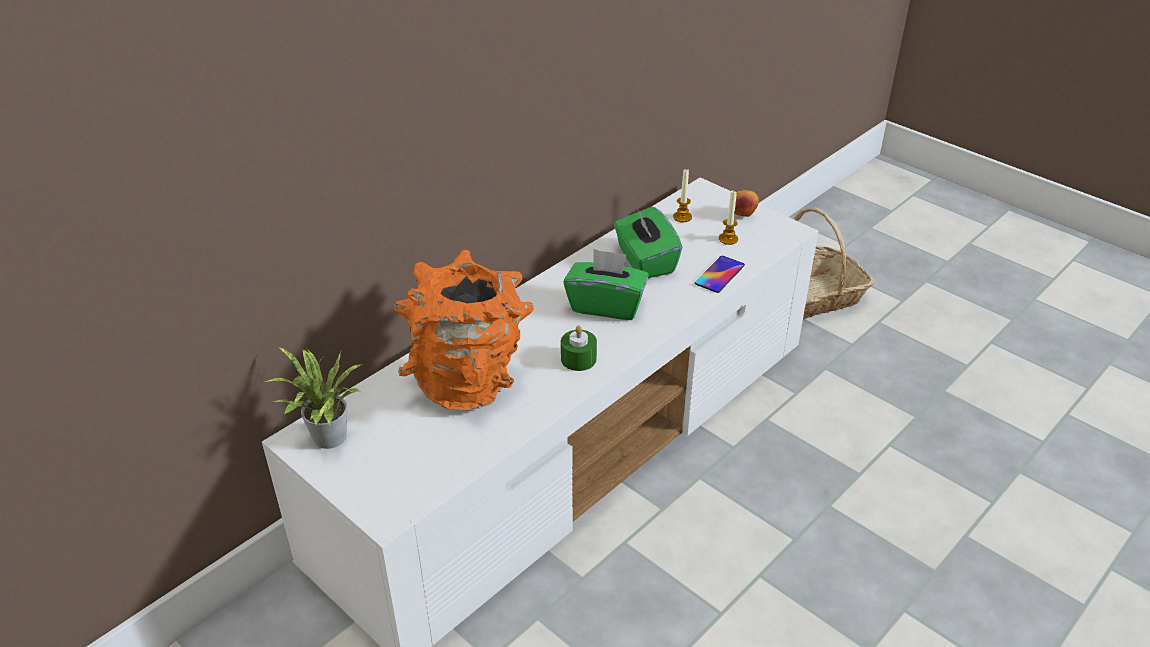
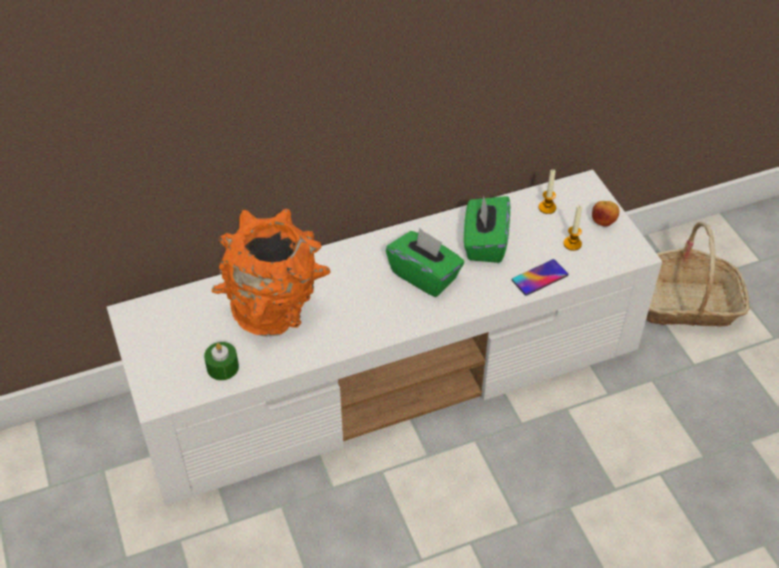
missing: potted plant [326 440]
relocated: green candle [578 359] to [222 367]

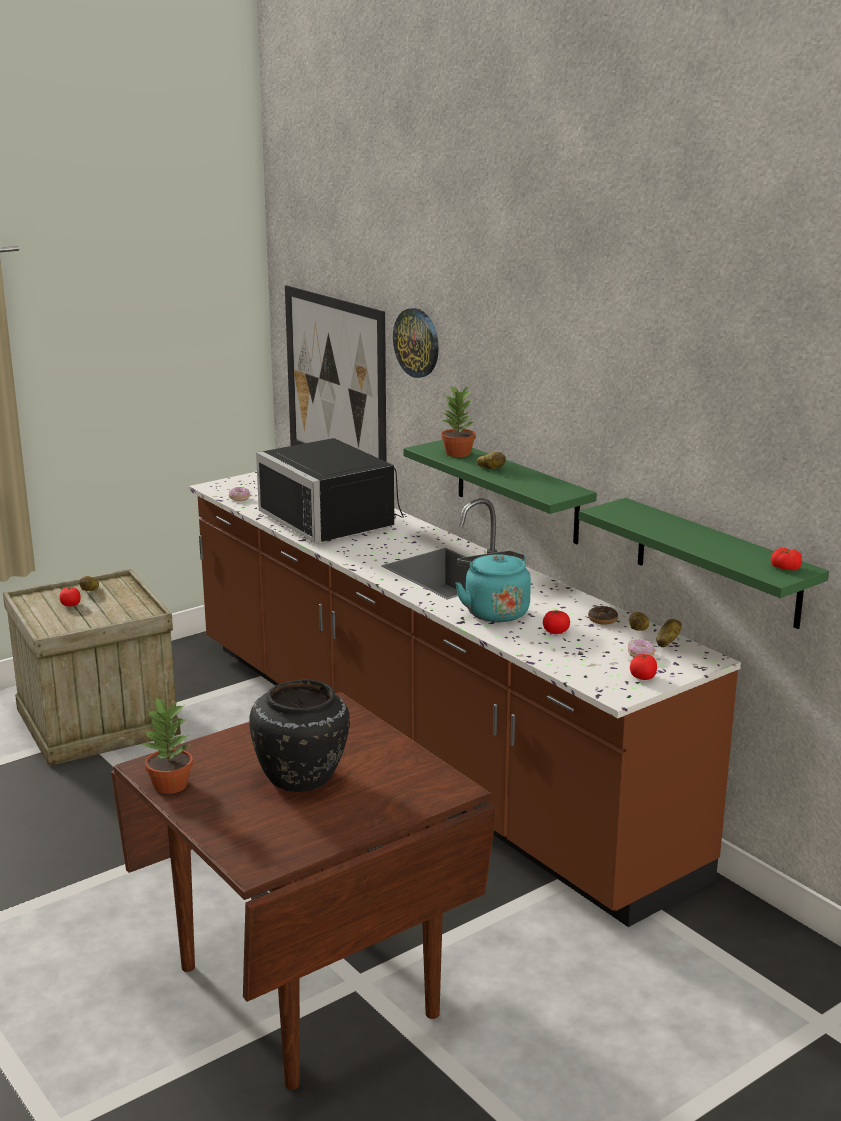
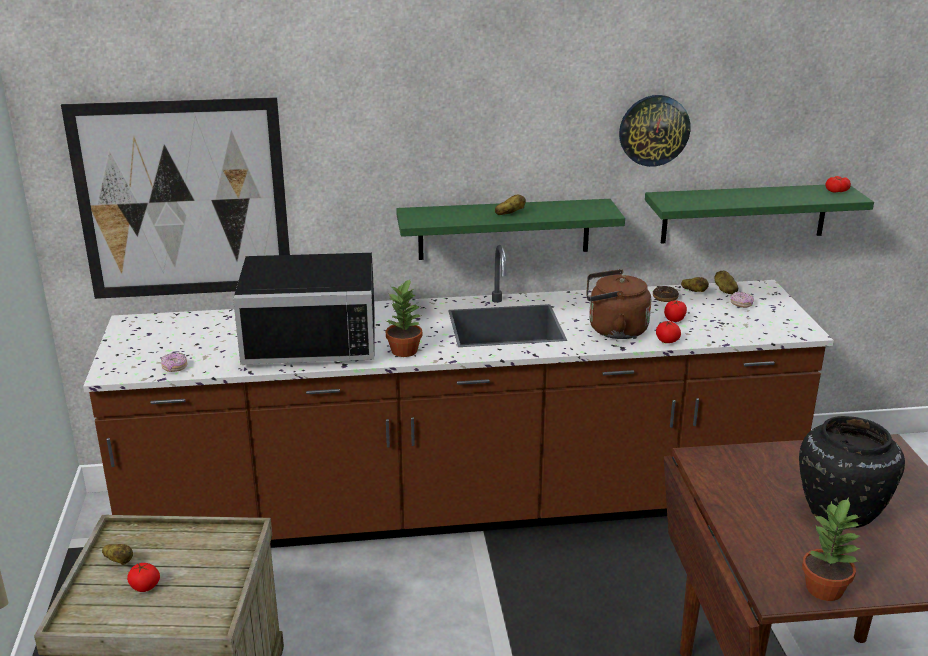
relocated: wall clock [417 342] to [654 130]; potted plant [458 453] to [405 351]; tomato [642 677] to [667 341]
colour: turquoise kettle [494 612] to brown kettle [613 330]

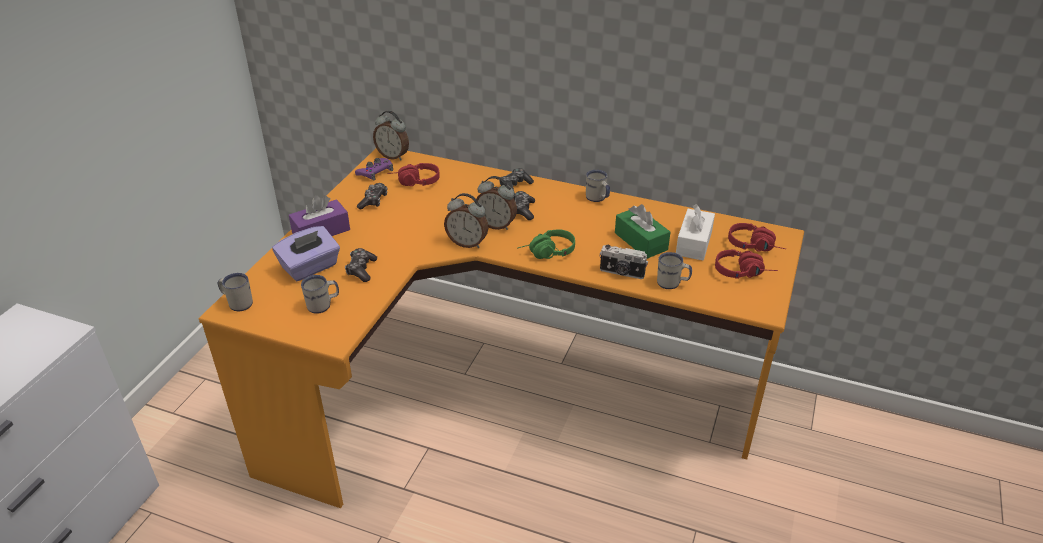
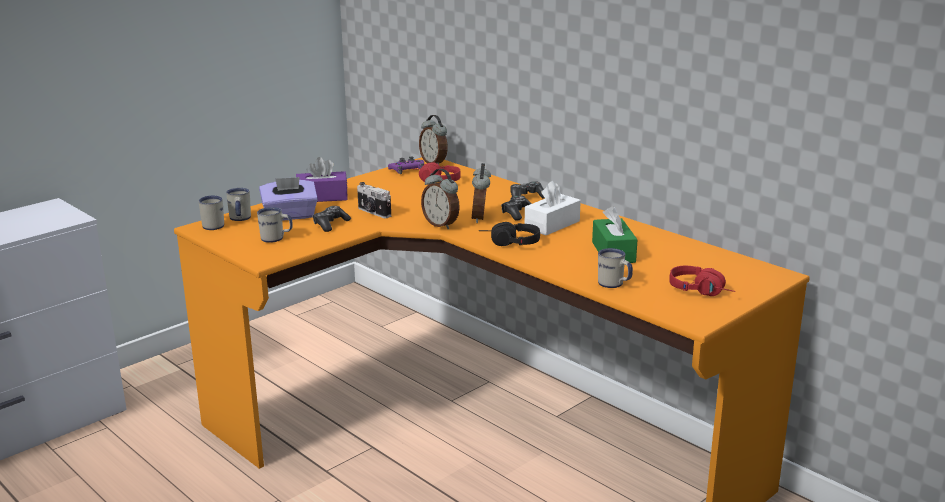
missing: game controller [373 201]; red headphones [755 246]
relocated: white mug [597 199] to [239 219]; photo camera [621 273] to [373 212]; white tissue box [693 243] to [552 225]
colour: green headphones [547 253] to black headphones [509 243]
spun: alarm clock [496 225] = [481 218] 45 degrees clockwise

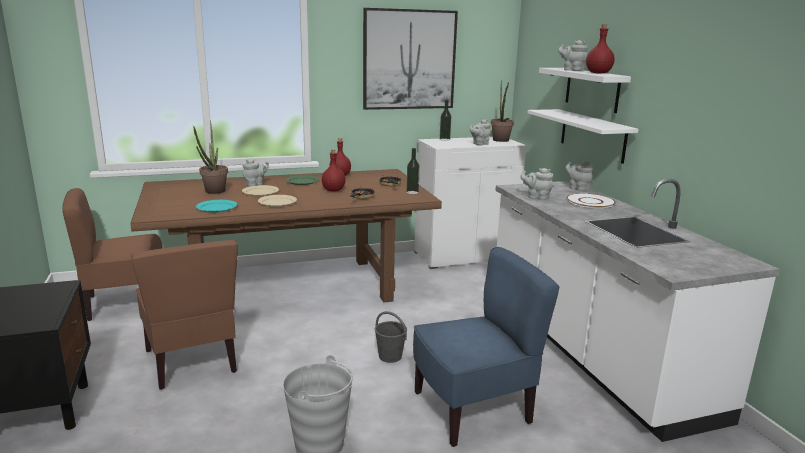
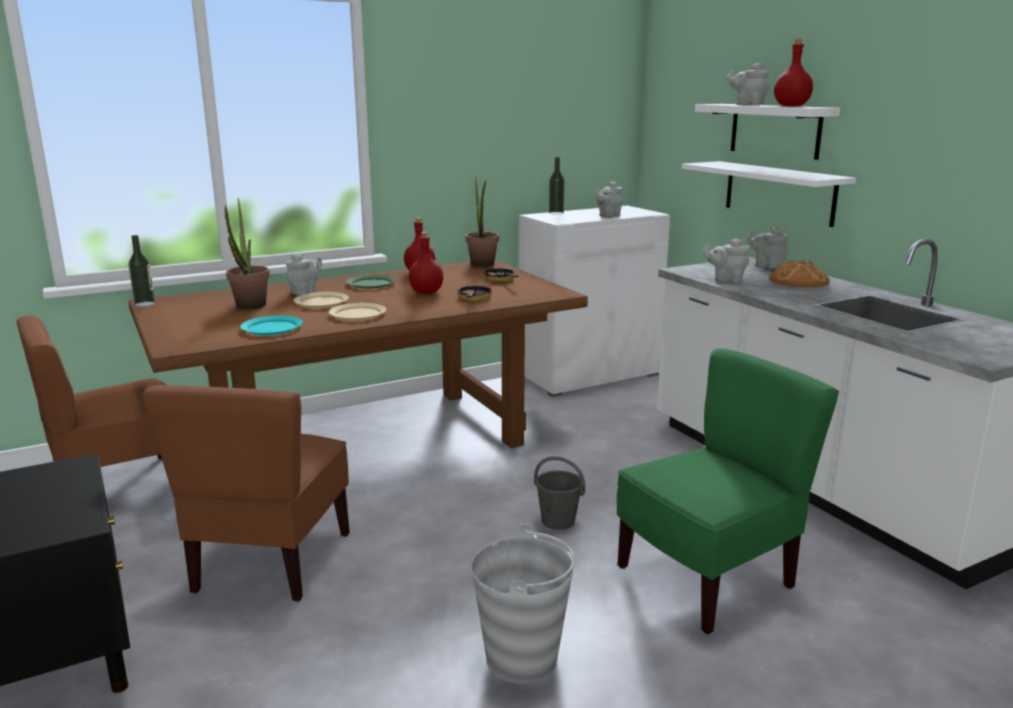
missing: picture [409 60]
relocated: bottle [412 192] to [145 304]; potted plant [501 141] to [483 265]
exchanged: white plate [590 202] to bread [798 281]
colour: blue chair [473 409] to green chair [707 579]
spun: brown chair [192 361] = [270 562] 45 degrees clockwise

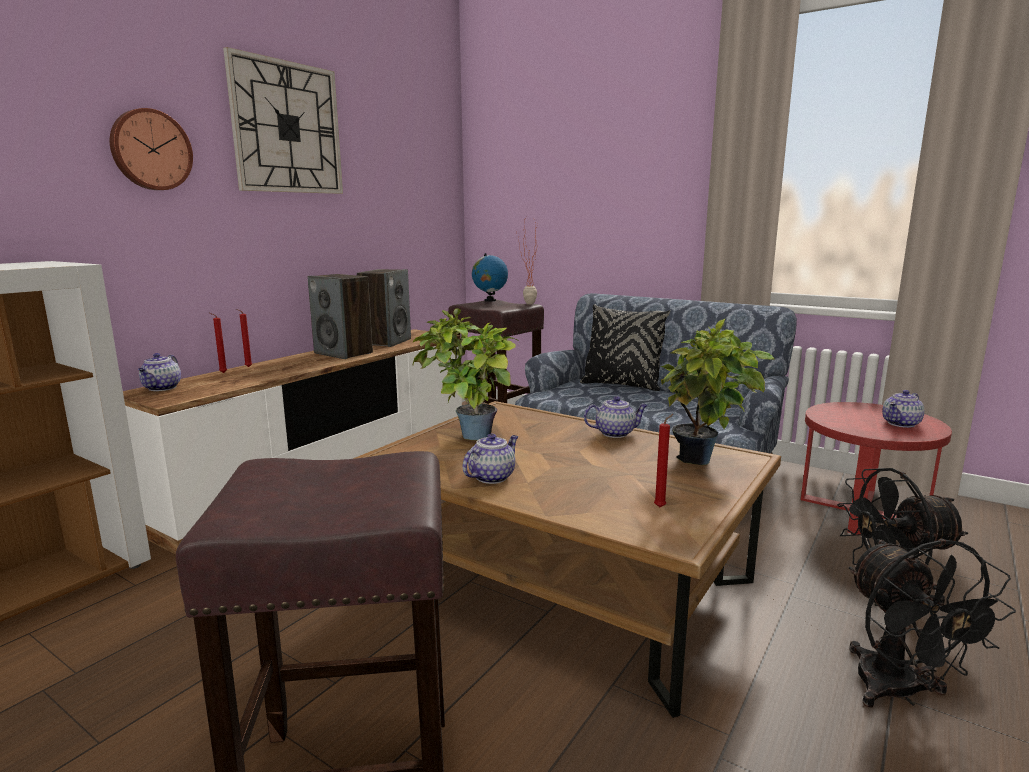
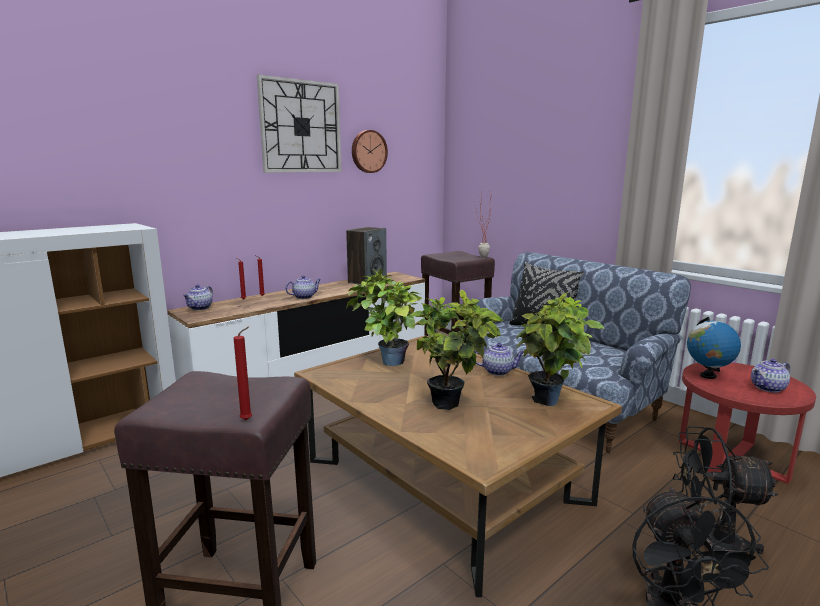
missing: speaker [344 353]
appeared: potted plant [453 404]
relocated: wall clock [150 150] to [368 151]; teapot [492 477] to [304 297]; globe [490 300] to [707 376]; red candle [661 507] to [248 420]

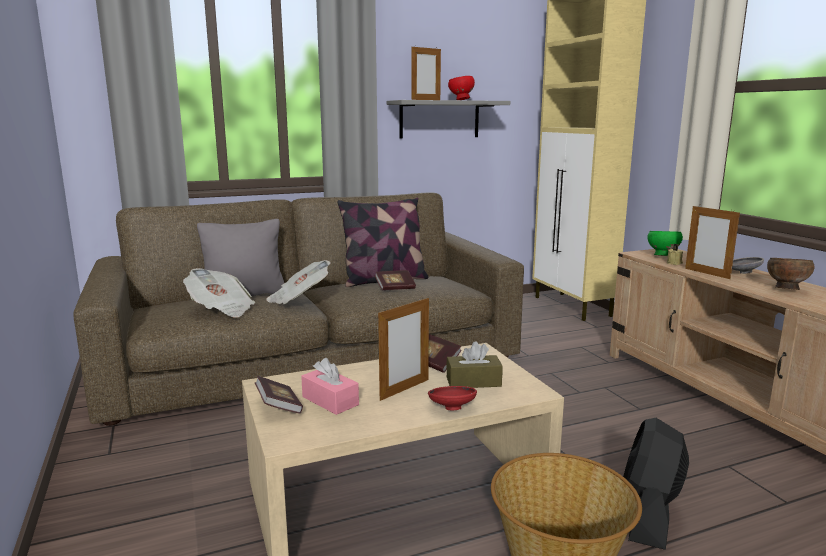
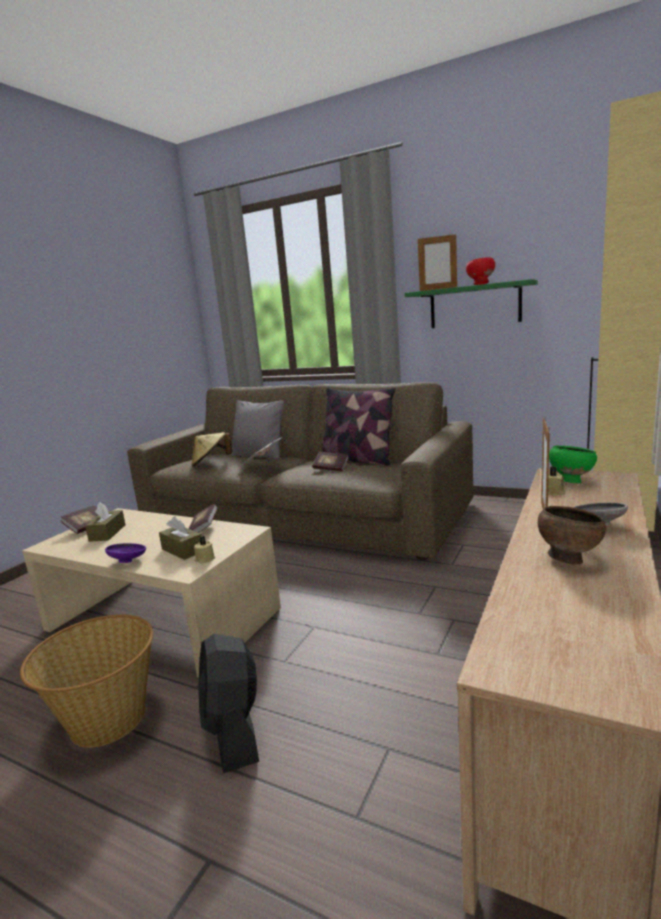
missing: picture frame [404 389]
appeared: beige candle [204 559]
exchanged: newspaper [221 309] to beige hat [211 463]
colour: pink tissue box [330 401] to brown tissue box [107 533]; grey shelf [439 119] to green shelf [474 306]; red bowl [452 407] to purple bowl [129 561]
spun: black fan [648 515] = [233 730] 90 degrees counterclockwise

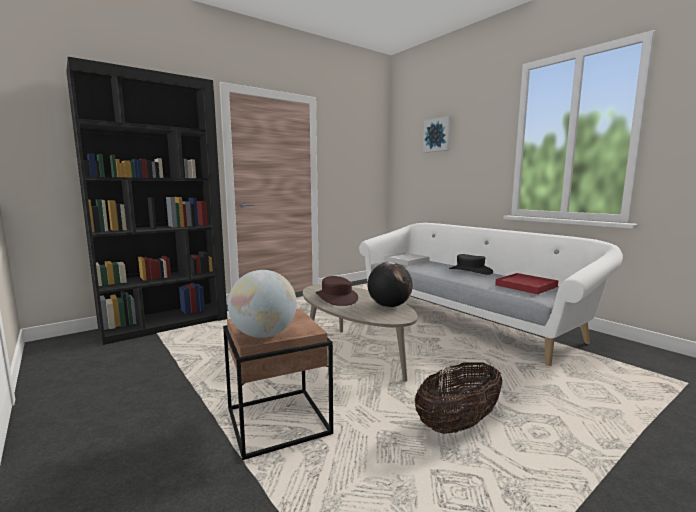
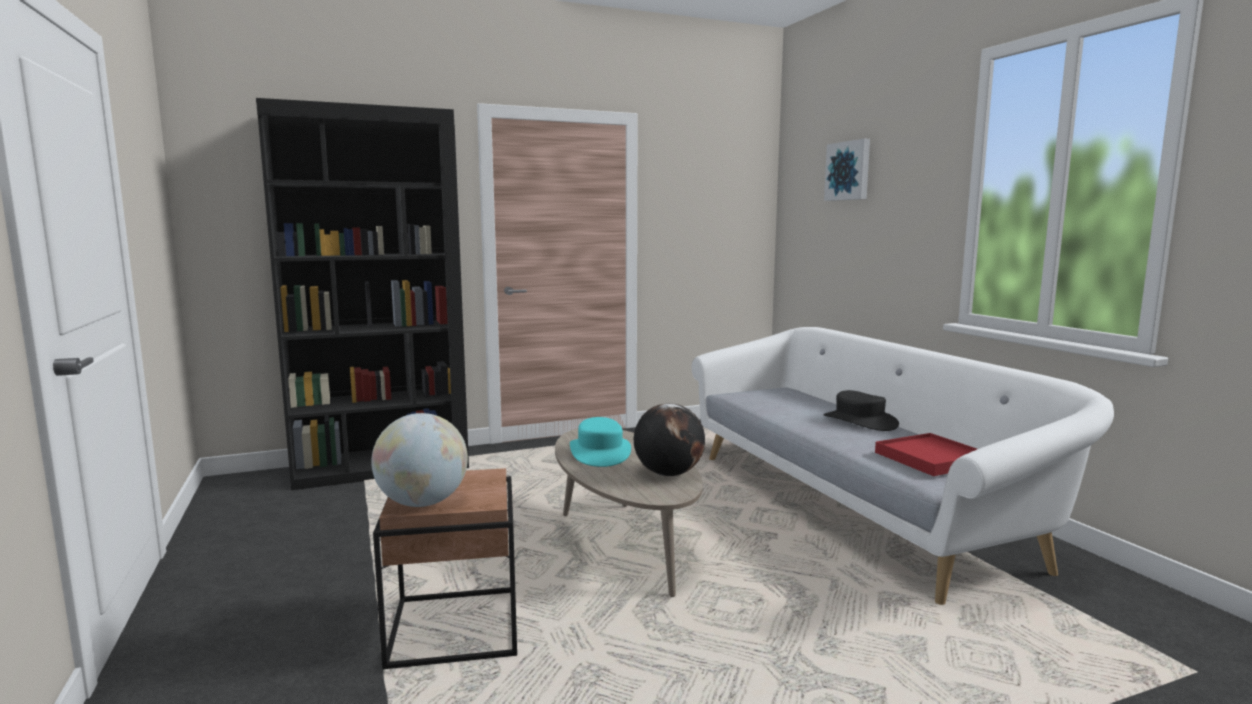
missing: white tray [406 261]; basket [458 424]
colour: brown hat [336 298] to turquoise hat [600 452]

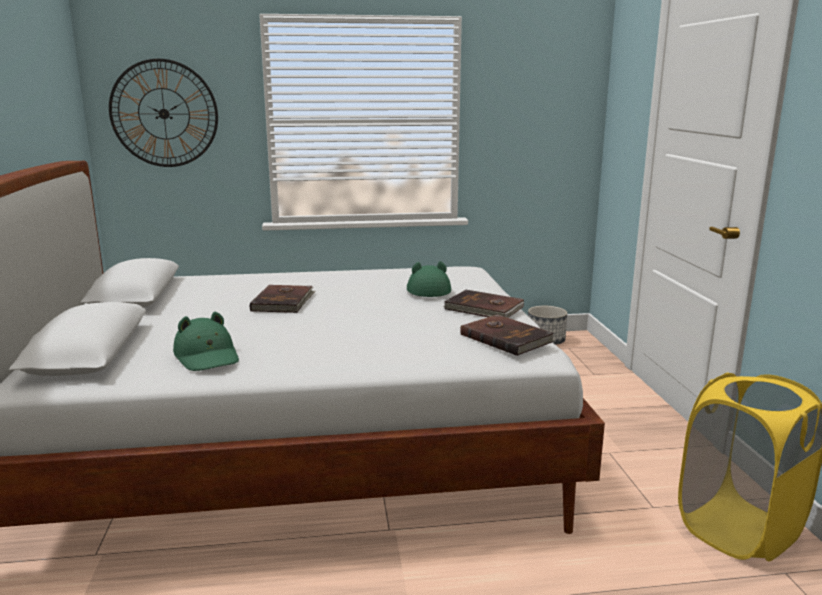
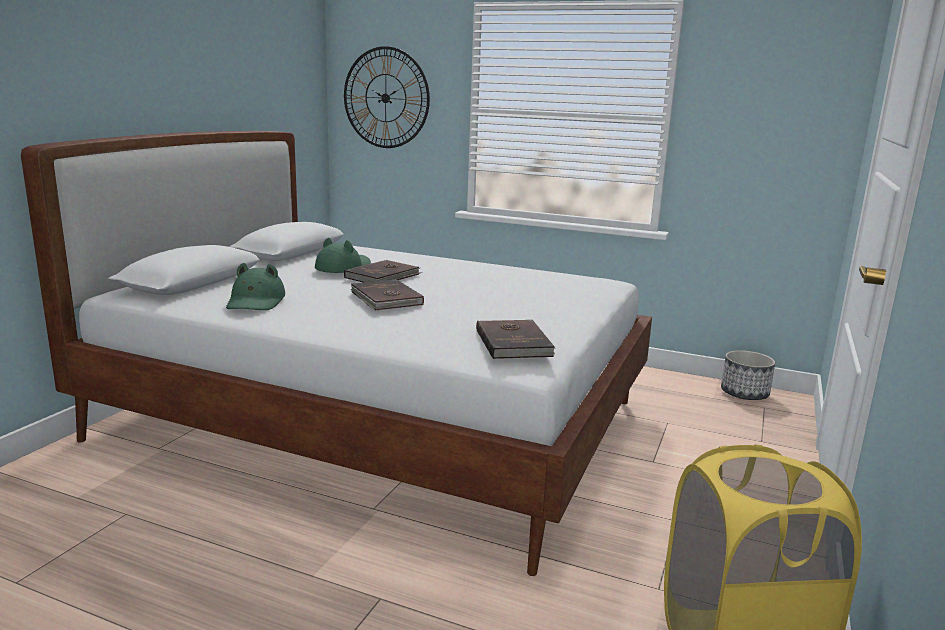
relocated: green hat [427 289] to [343 267]; brown book [484 309] to [385 298]

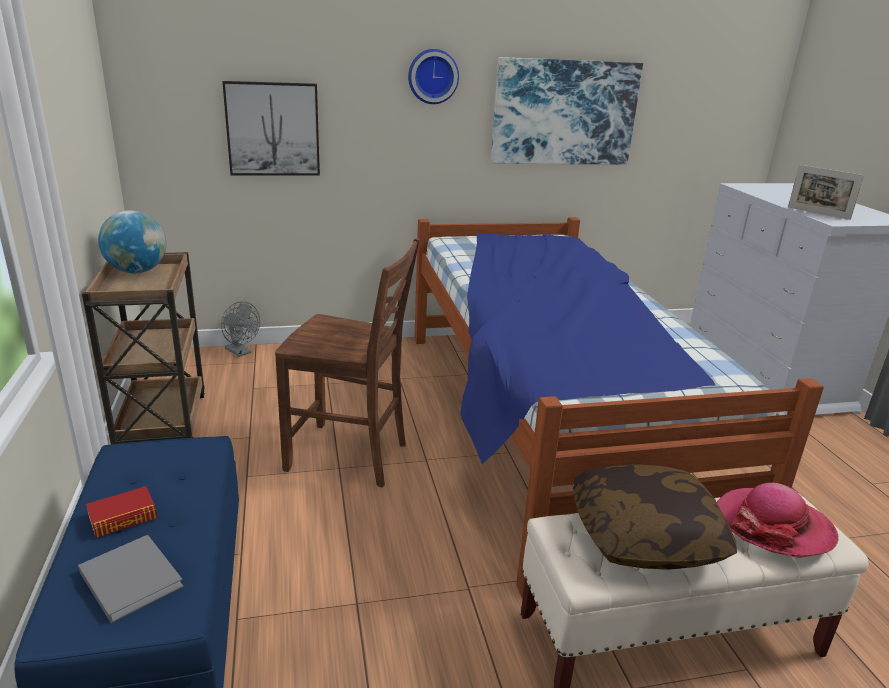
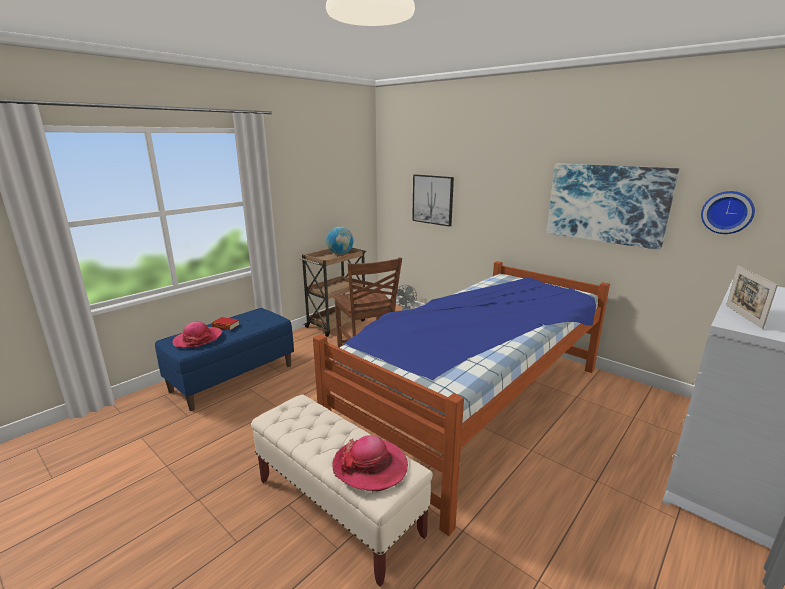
missing: pillow [645 536]
relocated: wall clock [432 76] to [727 212]
exchanged: grey book [130 578] to hat [198 339]

